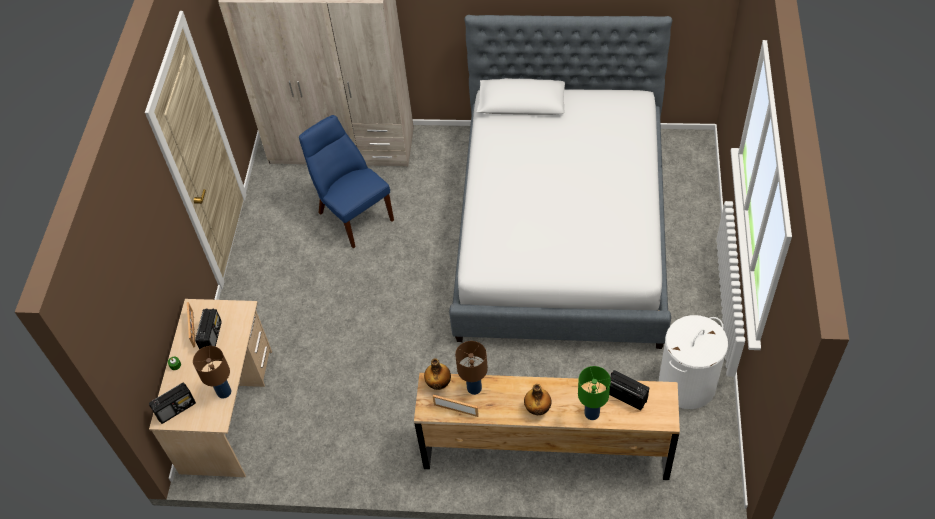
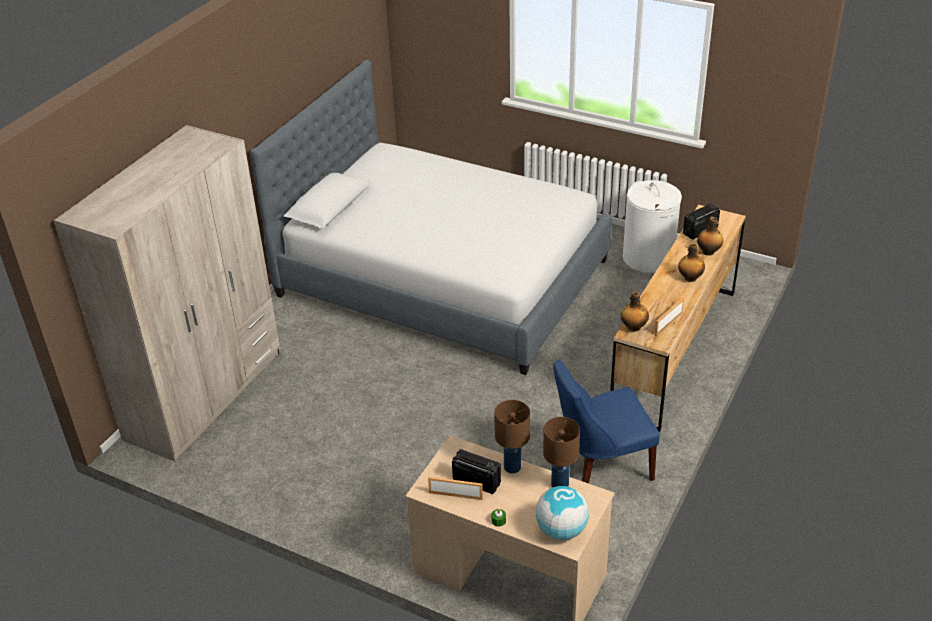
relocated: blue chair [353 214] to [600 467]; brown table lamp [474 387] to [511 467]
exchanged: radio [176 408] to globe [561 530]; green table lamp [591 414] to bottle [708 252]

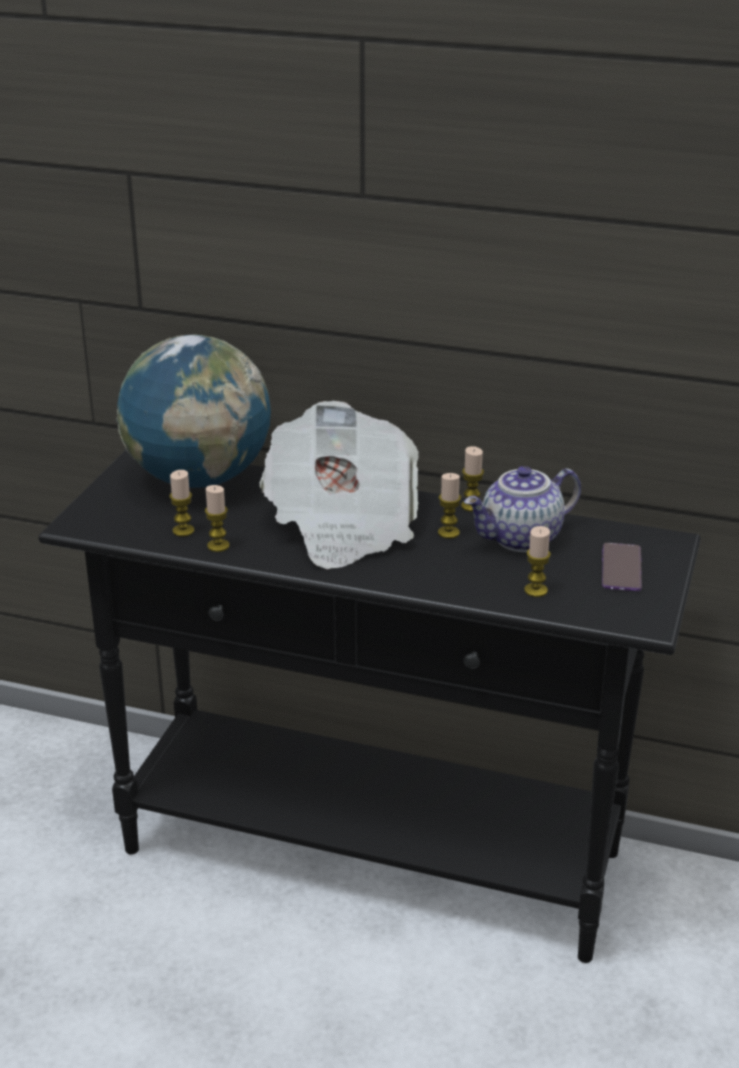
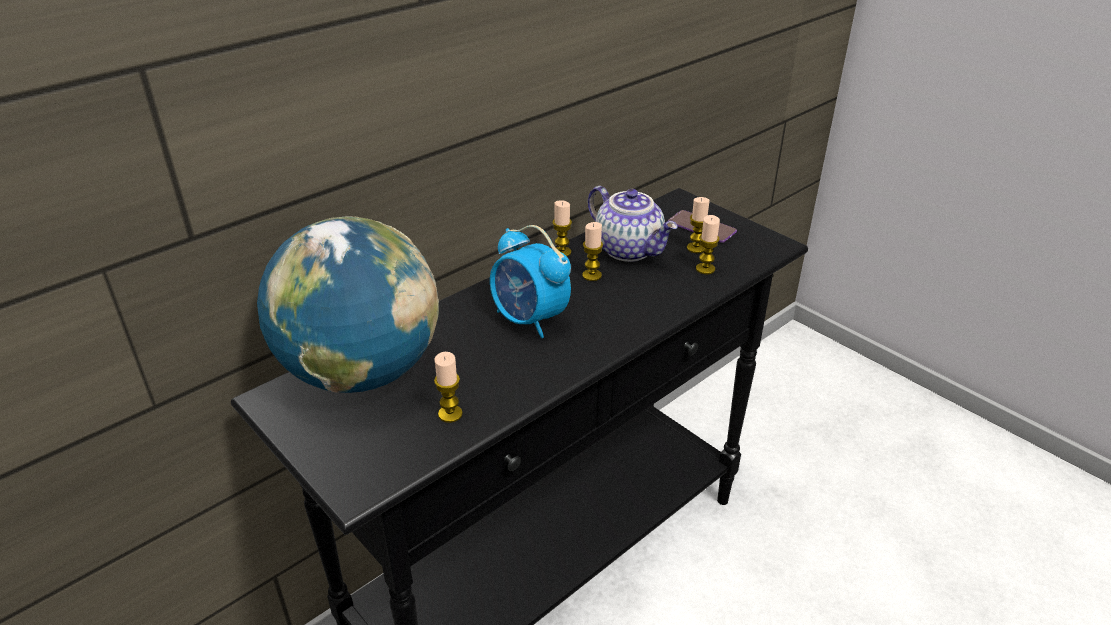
relocated: candle [218 546] to [696 248]
exchanged: newspaper [341 524] to alarm clock [529 320]
spun: teapot [521 539] = [630 249] 45 degrees counterclockwise

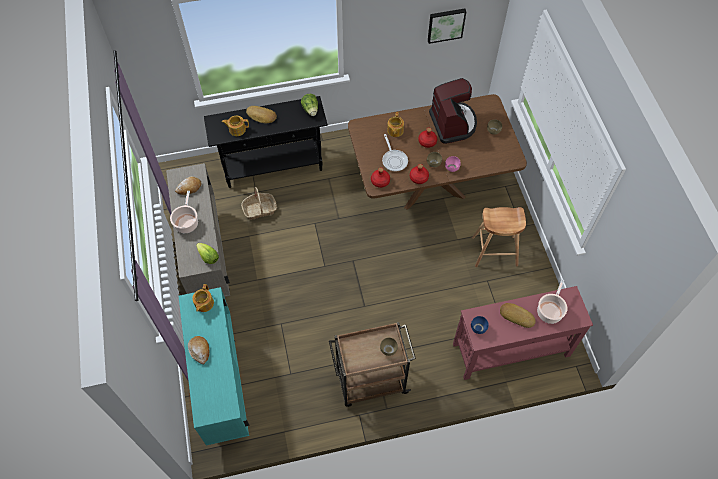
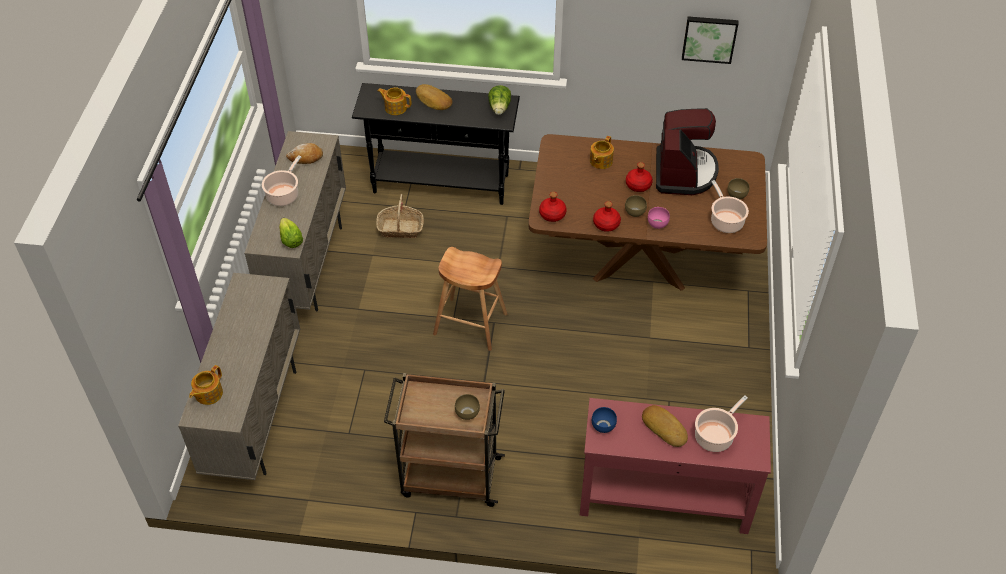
missing: bread [200 350]; frying pan [394 160]
appeared: cooking pot [726 221]
relocated: teapot [204 304] to [208 394]; brown stool [494 251] to [470 324]
colour: turquoise cabinet [222 384] to beige cabinet [257 418]

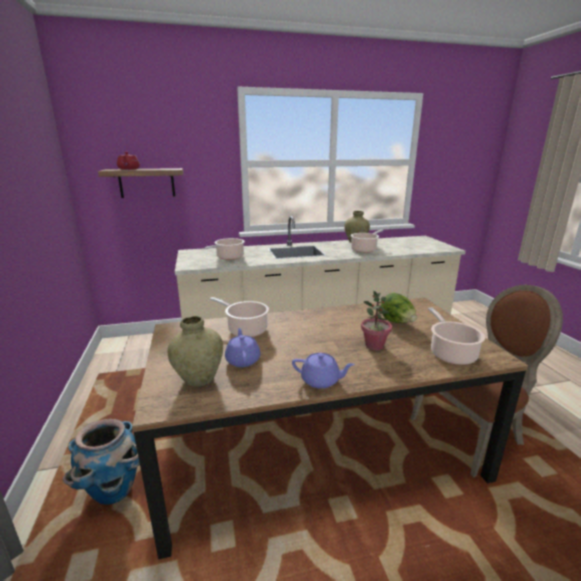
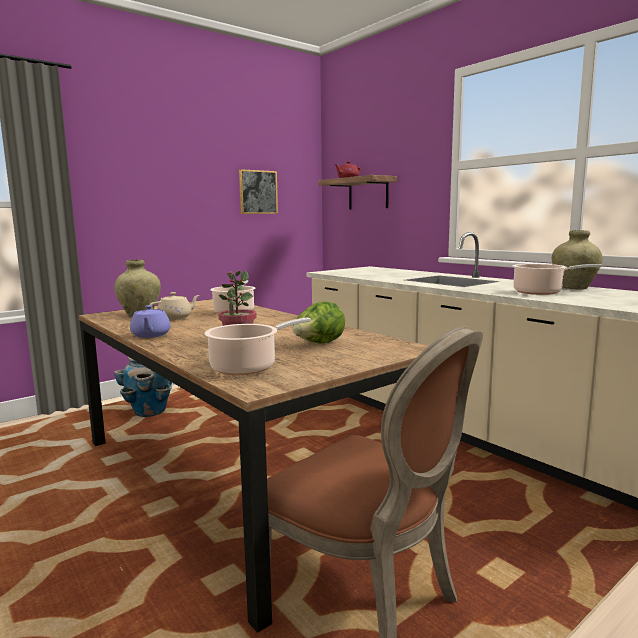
missing: cooking pot [229 257]
appeared: picture [258 192]
colour: purple teapot [243 360] to beige teapot [176 317]

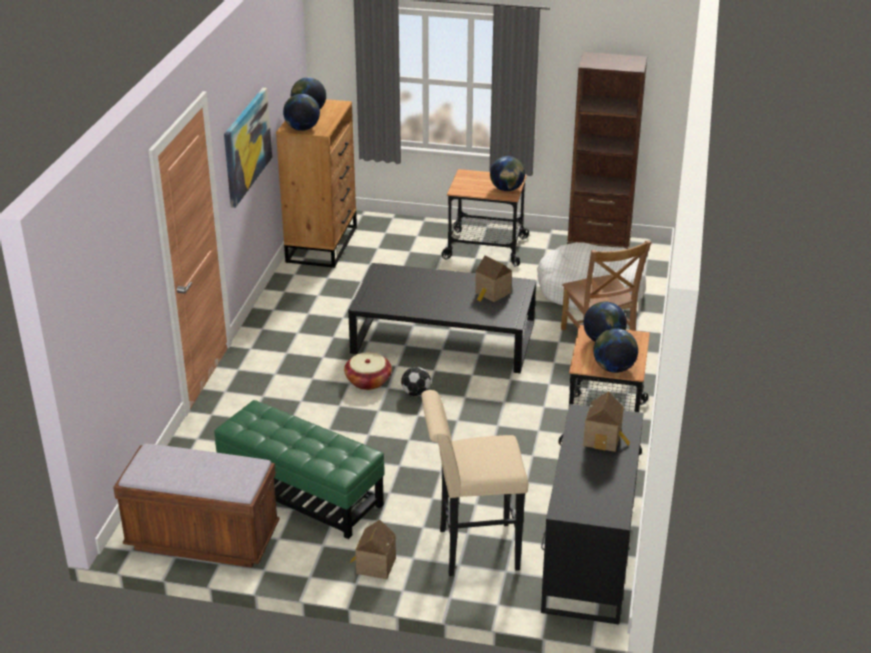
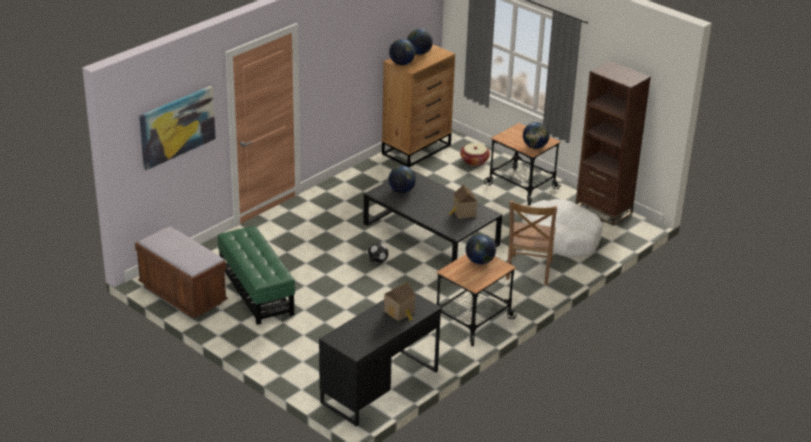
missing: toy house [374 565]; beige stool [471 550]
relocated: picture [247 146] to [177 127]; basket [368 381] to [474 161]; globe [613 368] to [401 190]

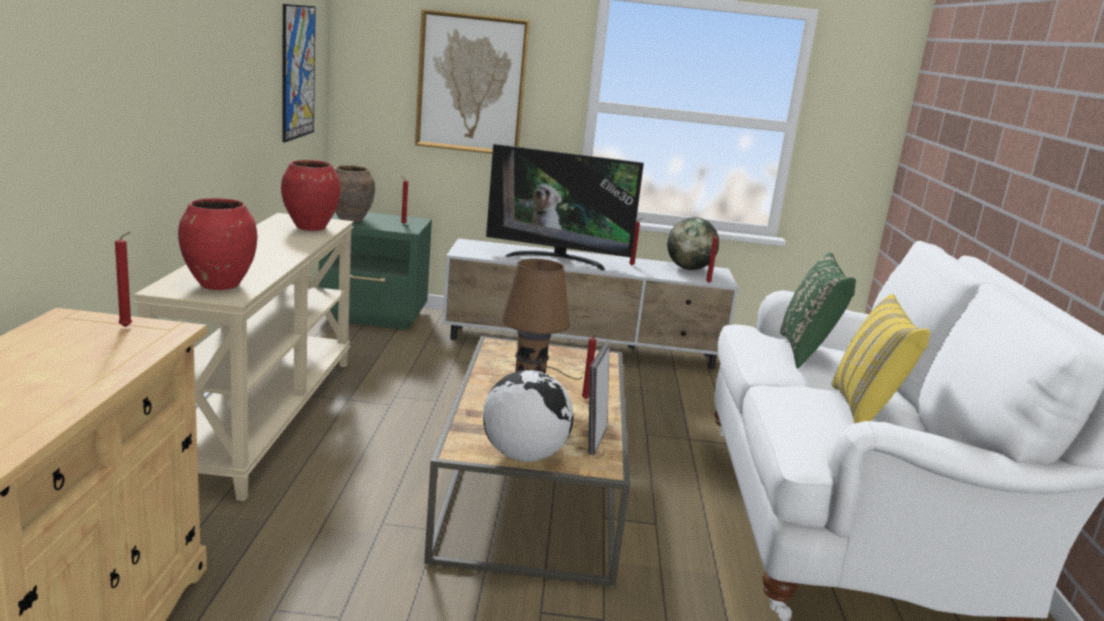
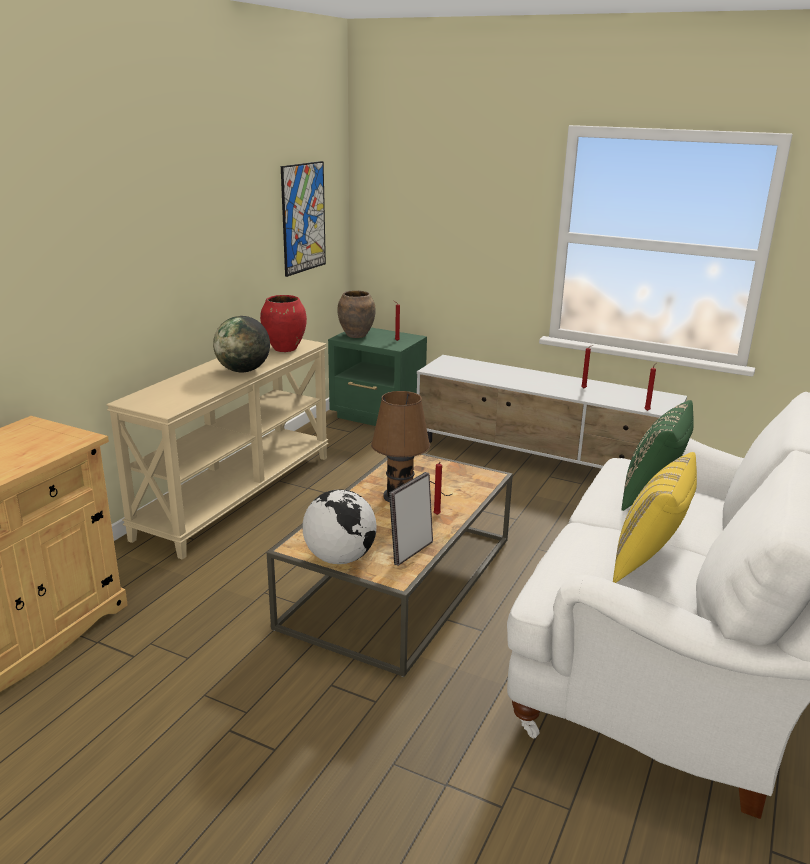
missing: red candle [127 327]; red vase [219 285]; picture [471 84]; television [557 259]
relocated: globe [689 268] to [243 371]

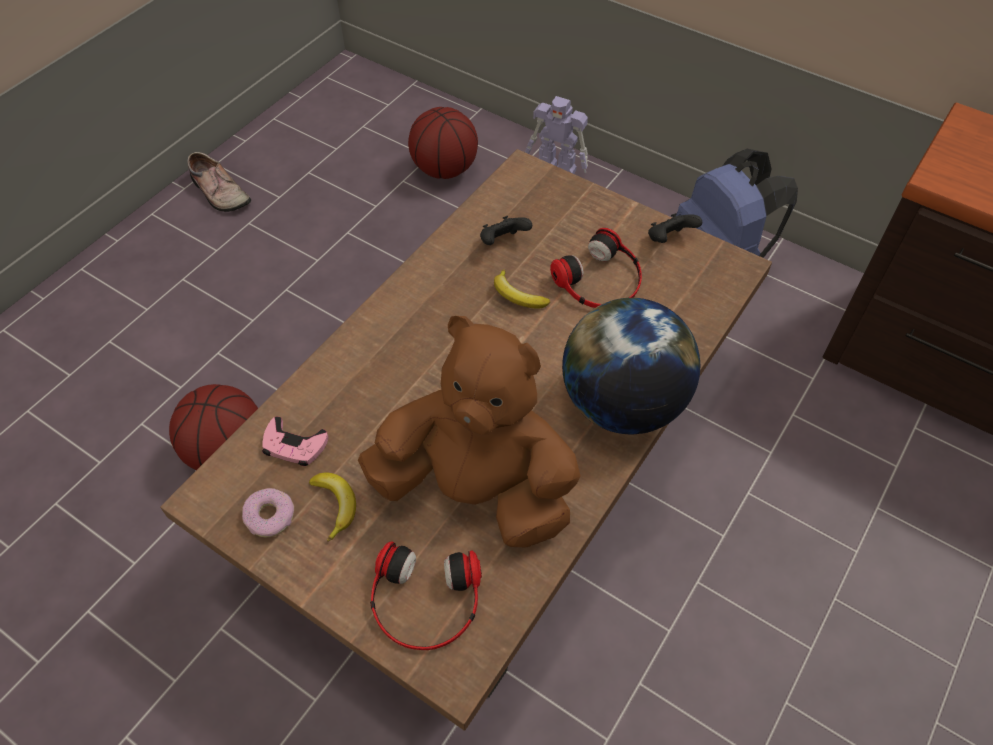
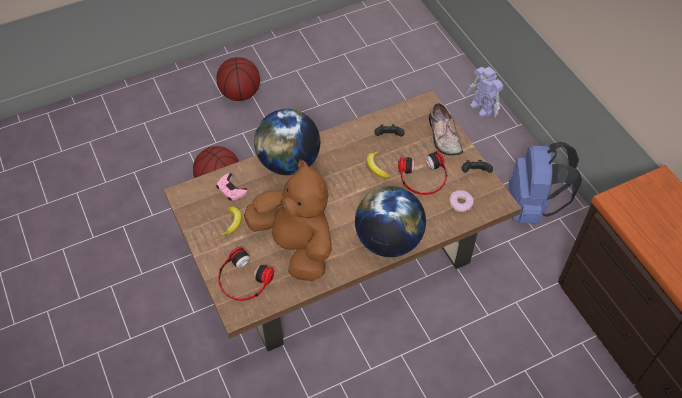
appeared: globe [288 163]
relocated: shoe [218 193] to [442 136]; donut [270 516] to [460 203]; basketball [444 169] to [240 93]

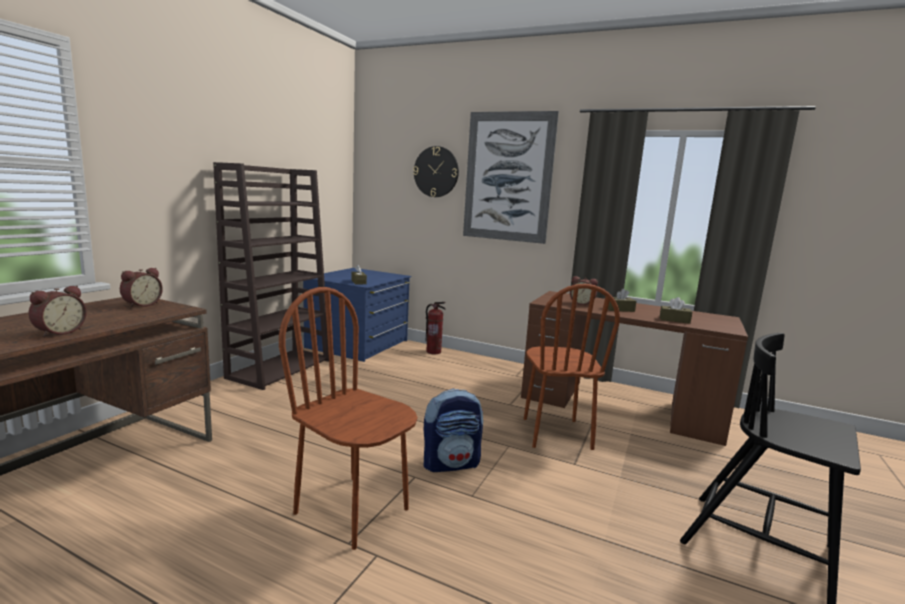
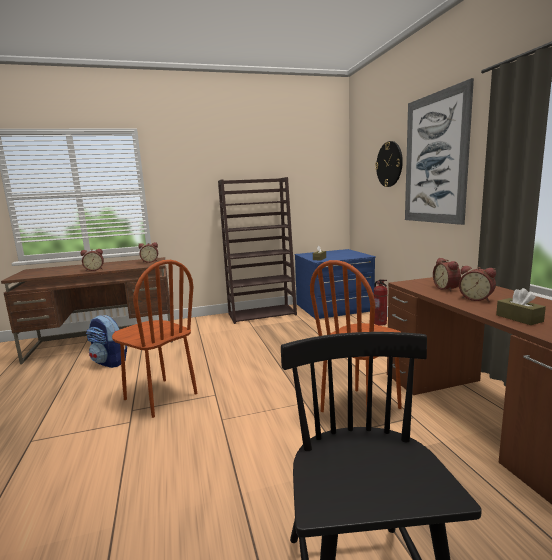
relocated: backpack [451 463] to [110 362]
exchanged: brown tissue box [619 309] to alarm clock [476 298]
spun: brown chair [352 510] = [160 397] 135 degrees clockwise

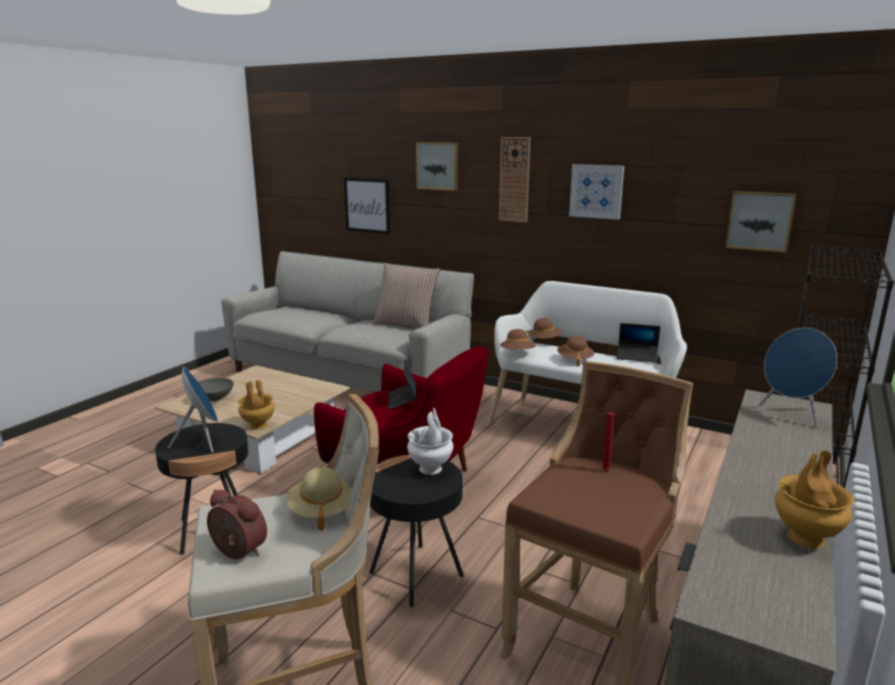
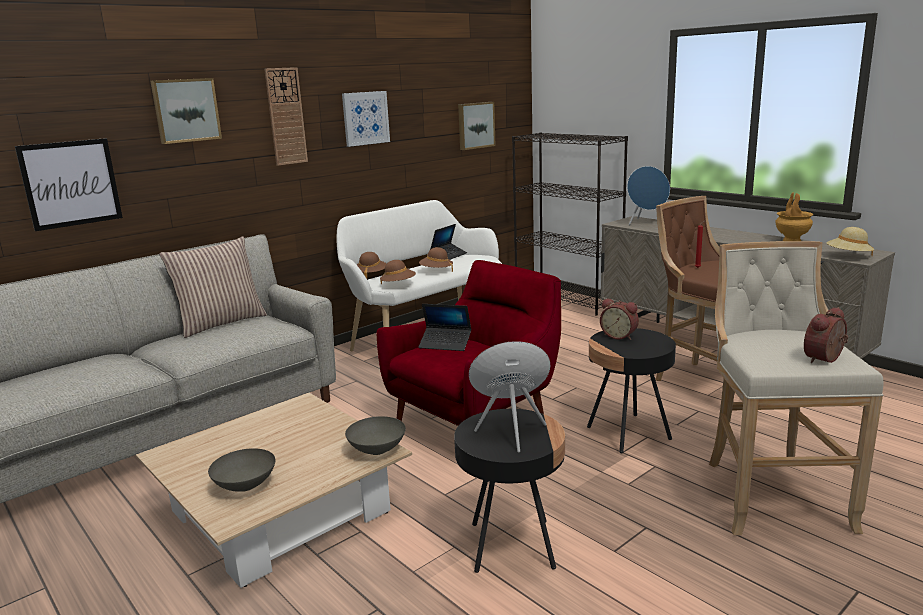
relocated: beige hat [322 511] to [848 256]
exchanged: brown vase [257 426] to grey bowl [377 450]; white vase [430 469] to alarm clock [619 336]

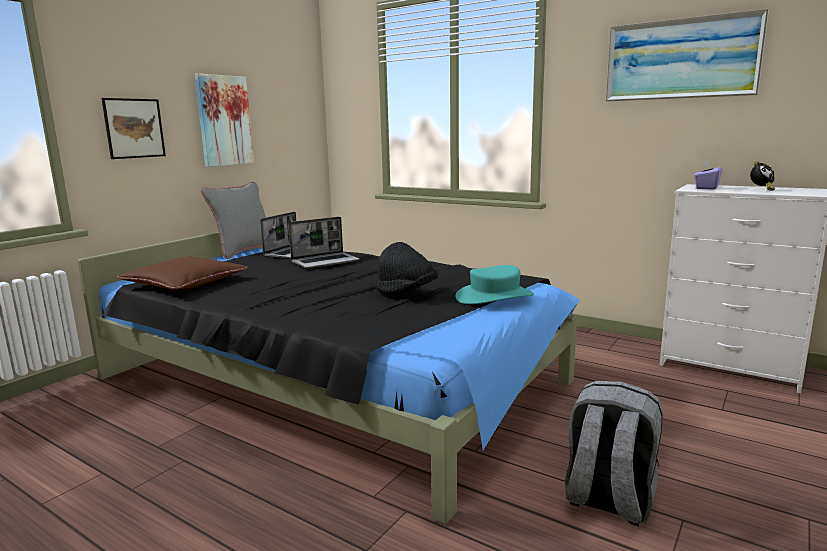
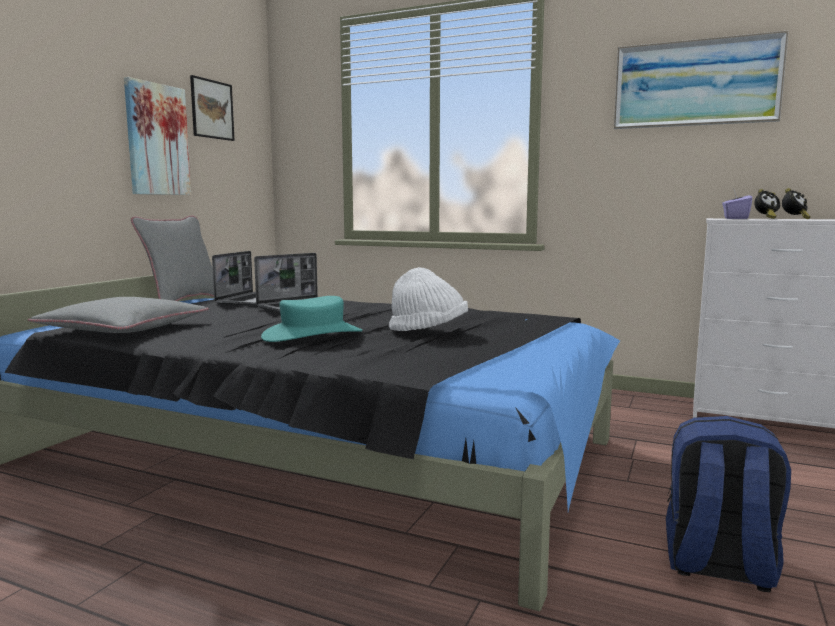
appeared: alarm clock [765 218]
relocated: picture [134 128] to [212 109]; turquoise hat [494 296] to [312 335]
colour: brown pillow [185 283] to grey pillow [124 328]; black hat [407 293] to white hat [428 331]; grey backpack [608 500] to blue backpack [718 565]

